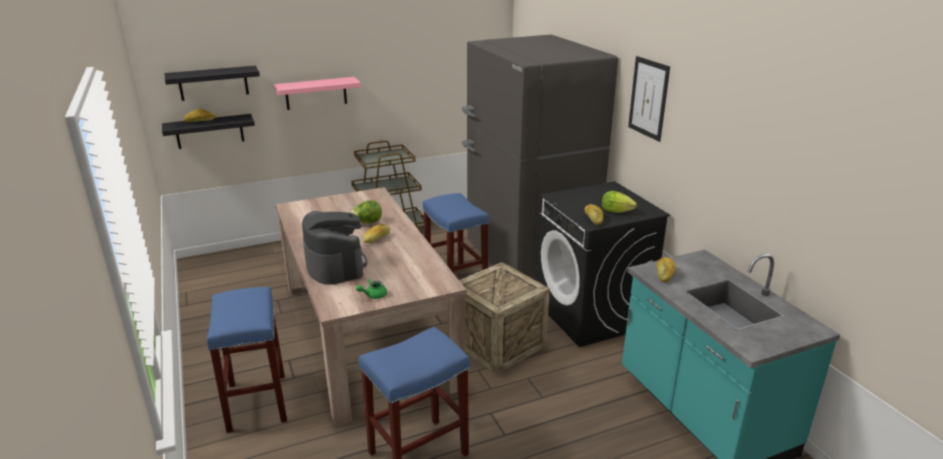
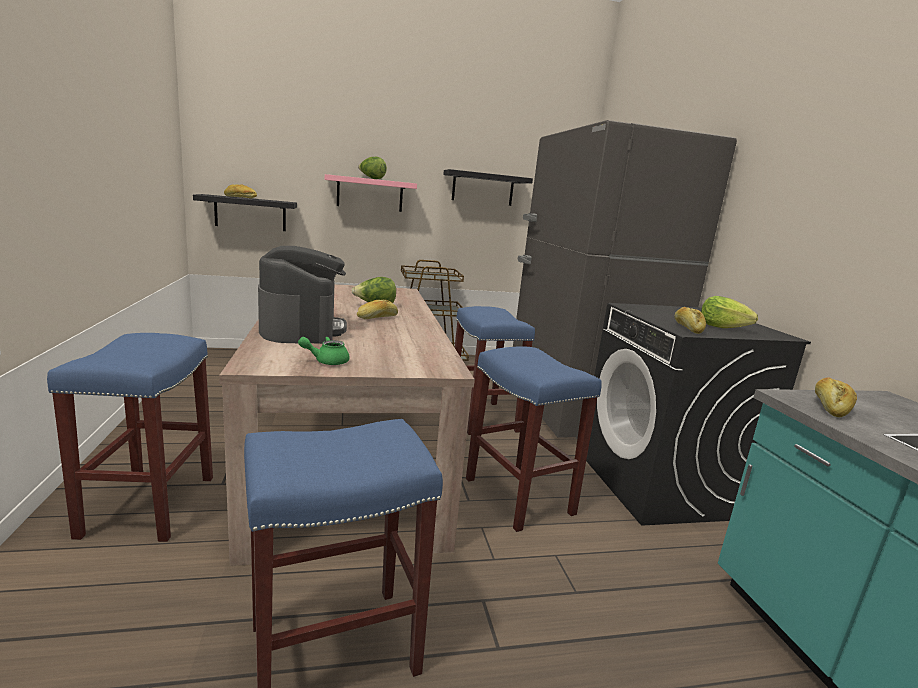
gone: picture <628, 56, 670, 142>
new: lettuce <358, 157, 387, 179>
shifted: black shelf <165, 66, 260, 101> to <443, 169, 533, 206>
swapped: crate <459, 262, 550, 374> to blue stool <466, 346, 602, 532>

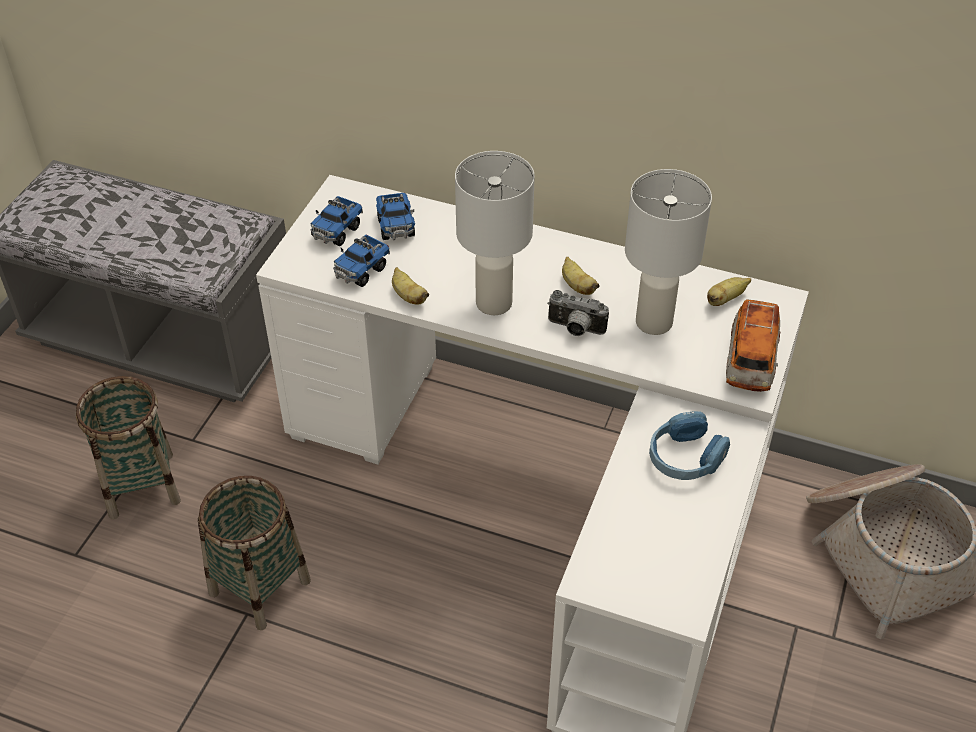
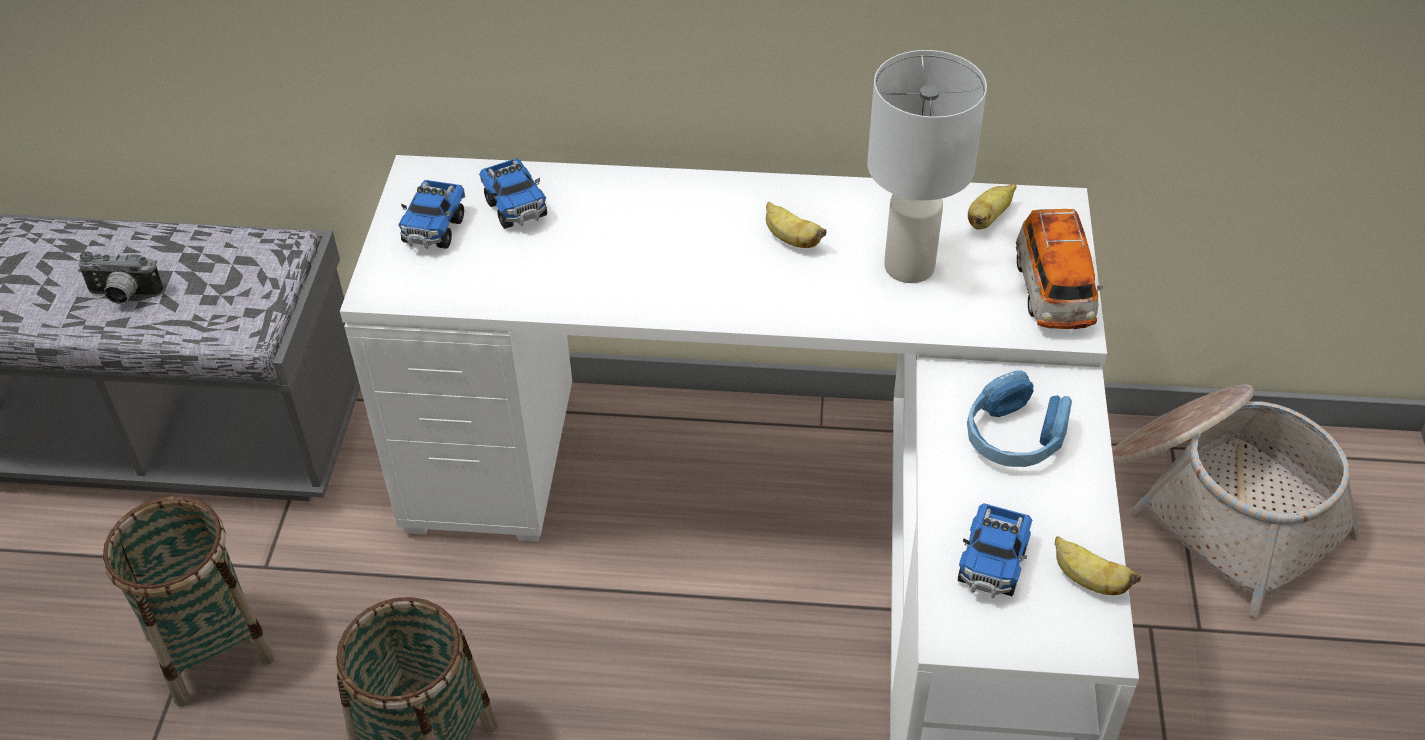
gone: white table lamp <455, 151, 535, 315>
shifted: toy truck <333, 235, 390, 287> to <958, 503, 1032, 598>; banana <392, 267, 429, 304> to <1055, 536, 1141, 595>; photo camera <548, 290, 609, 336> to <78, 251, 164, 304>

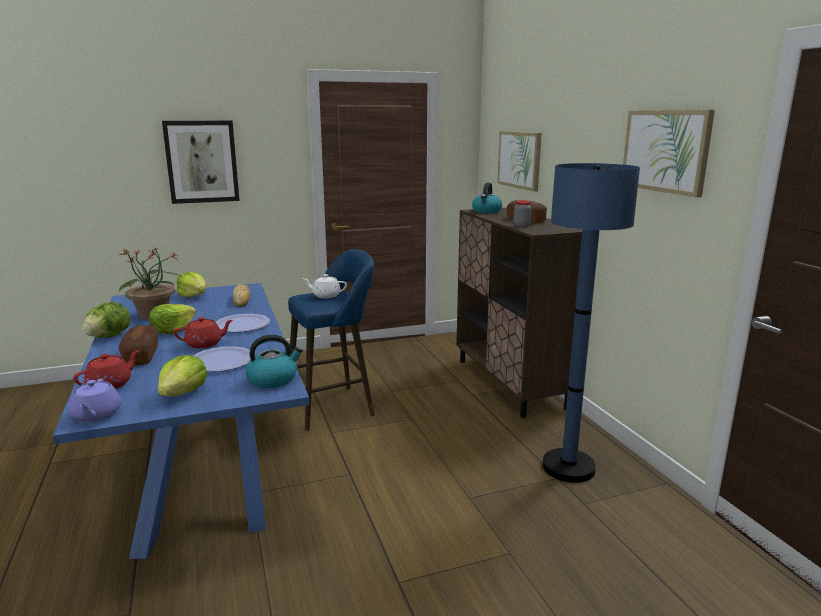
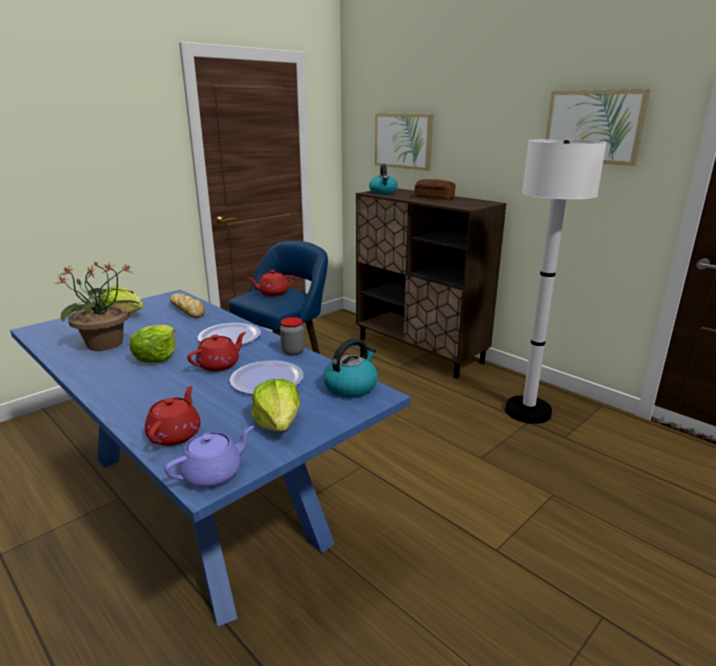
gone: lettuce <82, 302, 130, 338>; bread <119, 325, 158, 366>; picture <162, 121, 239, 204>
shifted: jar <513, 201, 531, 227> to <280, 317, 304, 355>
repainted: white teapot <302, 274, 347, 298> to red teapot <248, 270, 295, 296>; blue floor lamp <542, 163, 640, 483> to white floor lamp <505, 139, 606, 424>
rotated: purple teapot <68, 379, 121, 422> = <165, 426, 254, 488> 90 degrees counterclockwise

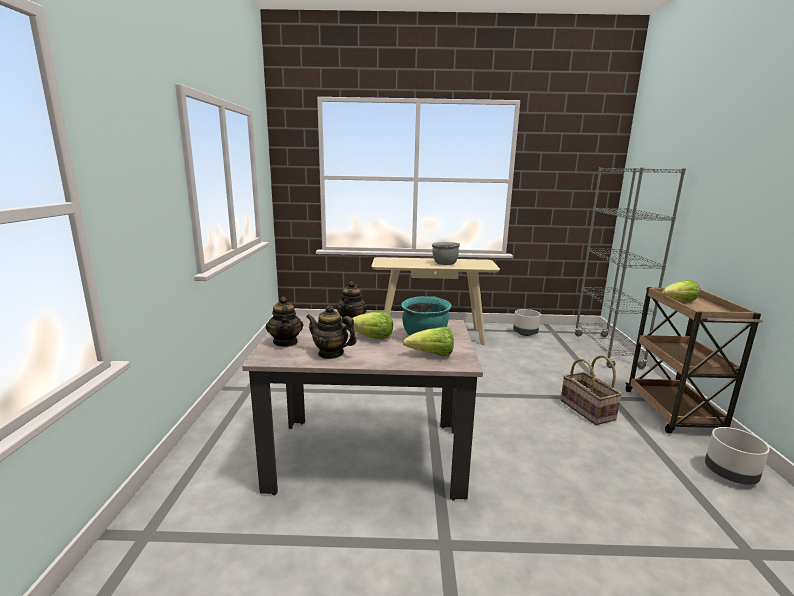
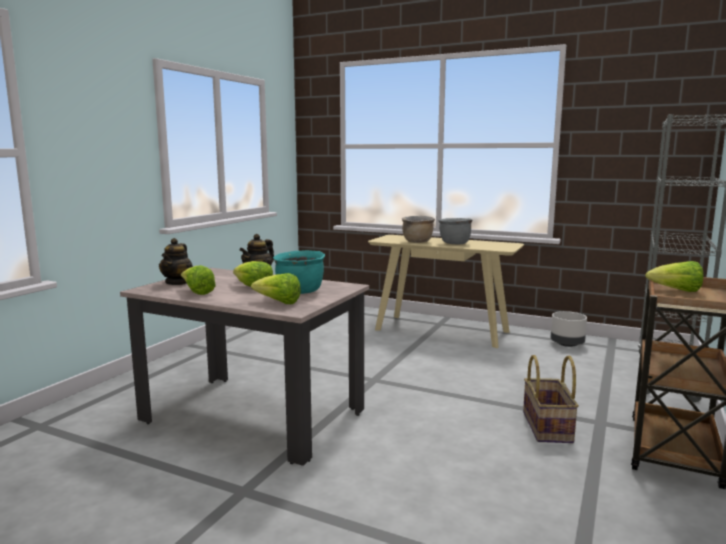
gone: grey planter <705, 427, 770, 485>
new: brown cooking pot <402, 216, 435, 243>
swapped: teapot <306, 305, 357, 359> to lettuce <181, 265, 216, 295>

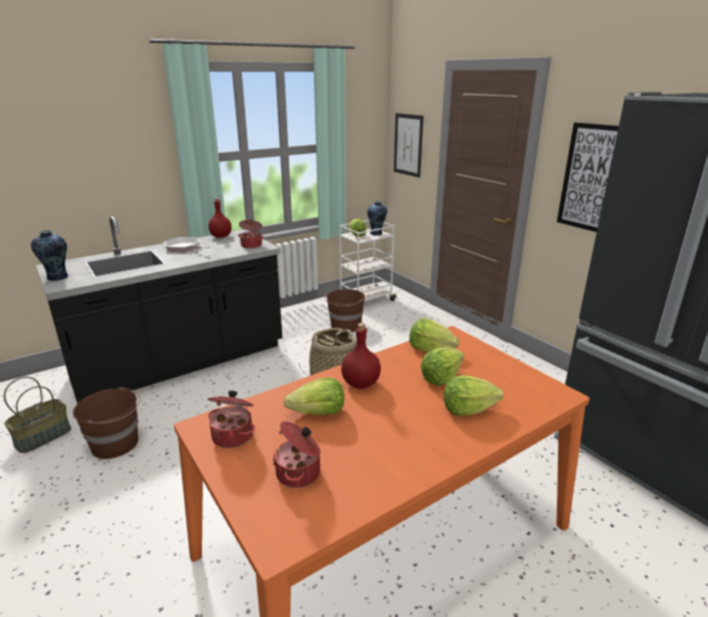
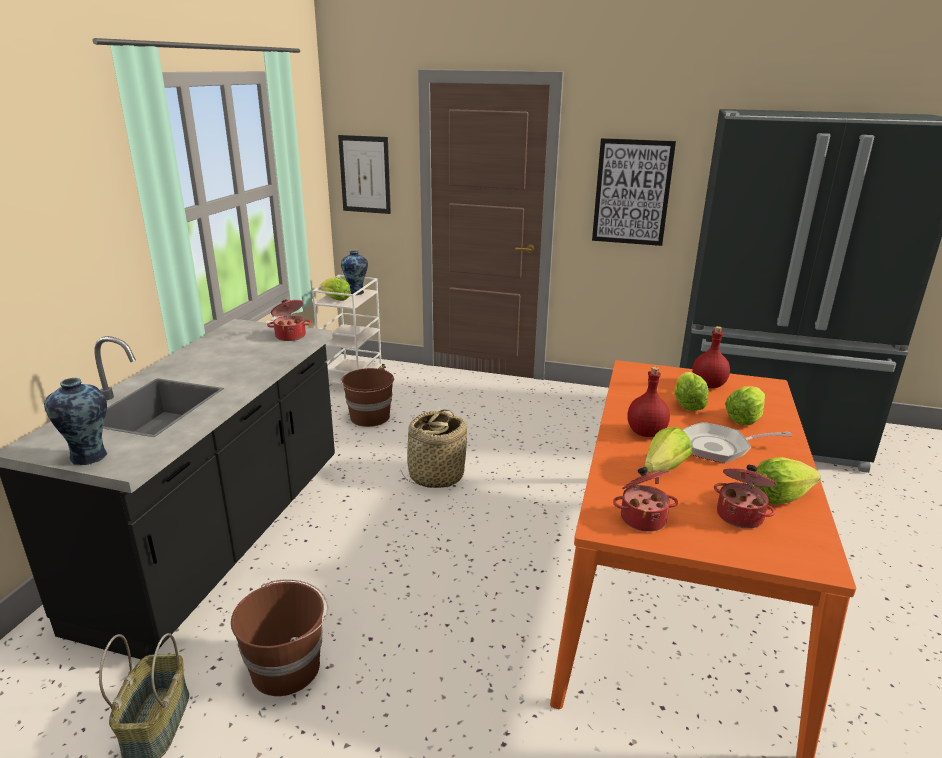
shifted: frying pan <164, 237, 210, 252> to <682, 422, 792, 463>; red bottle <208, 198, 231, 238> to <692, 326, 730, 388>; lettuce <409, 319, 459, 352> to <754, 457, 821, 504>

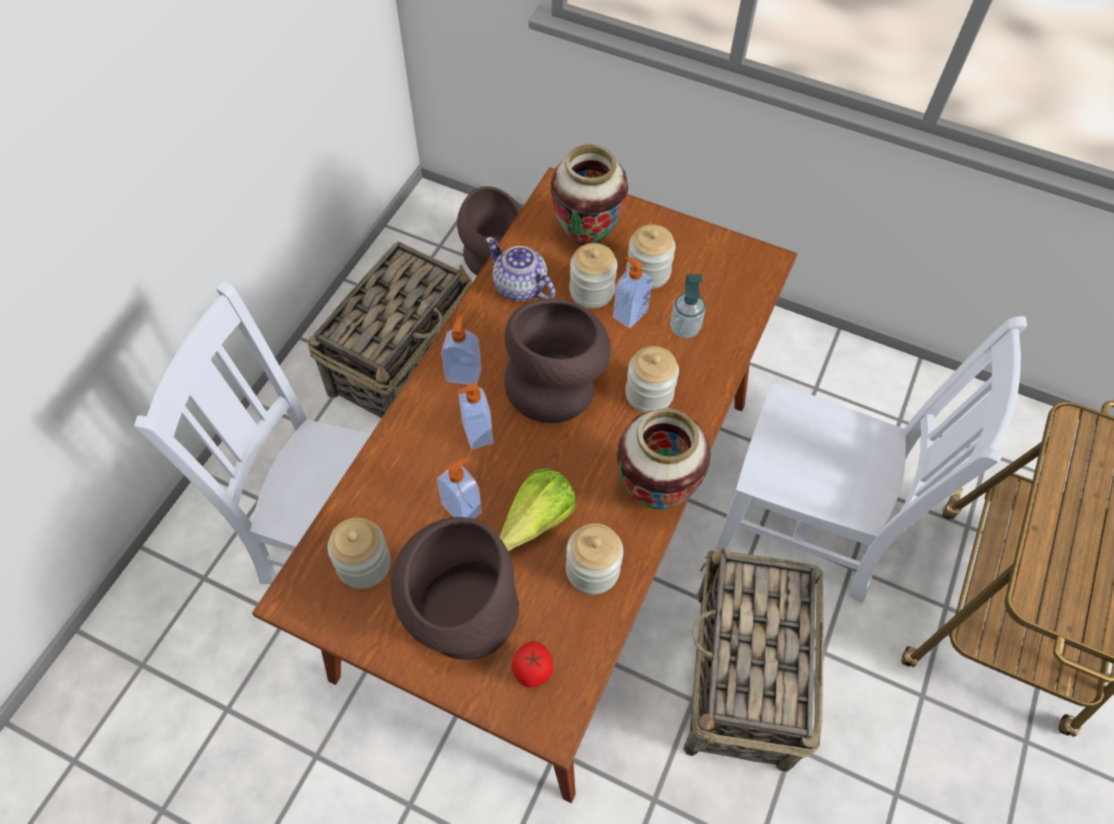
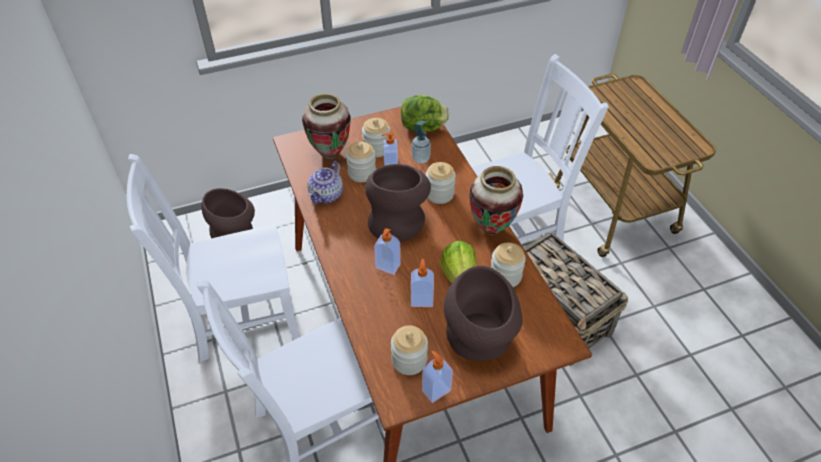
gone: tomato <511, 641, 553, 688>
new: lettuce <401, 95, 449, 132>
shifted: soap dispenser <441, 316, 482, 385> to <422, 351, 453, 403>
swapped: basket <307, 241, 472, 418> to white chair <127, 154, 299, 362>
rotated: teapot <486, 237, 555, 301> = <308, 161, 343, 204> 60 degrees counterclockwise

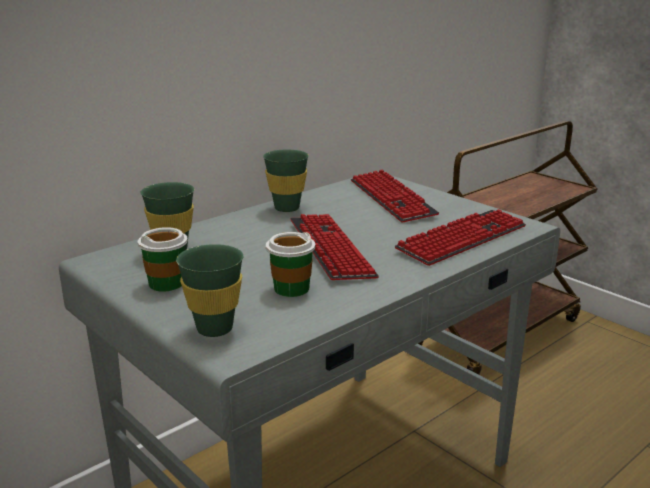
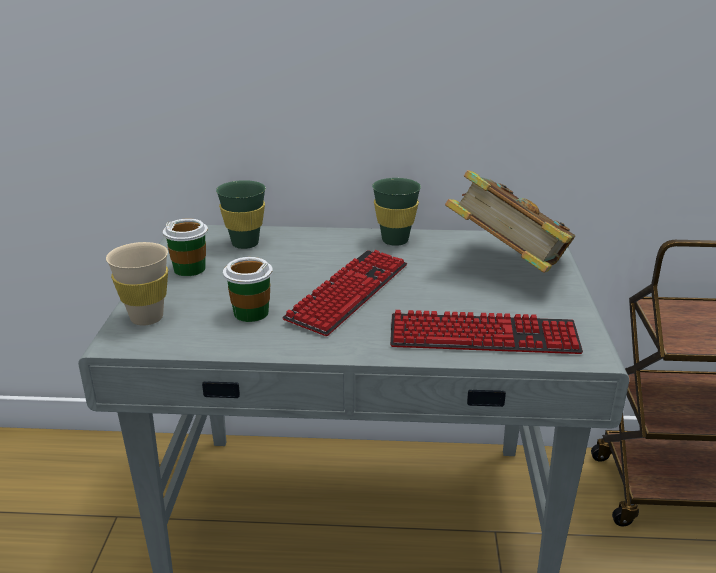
swapped: keyboard <351, 169, 439, 223> to book <445, 170, 575, 273>
repainted: green cup <176, 244, 243, 337> to beige cup <106, 242, 168, 325>

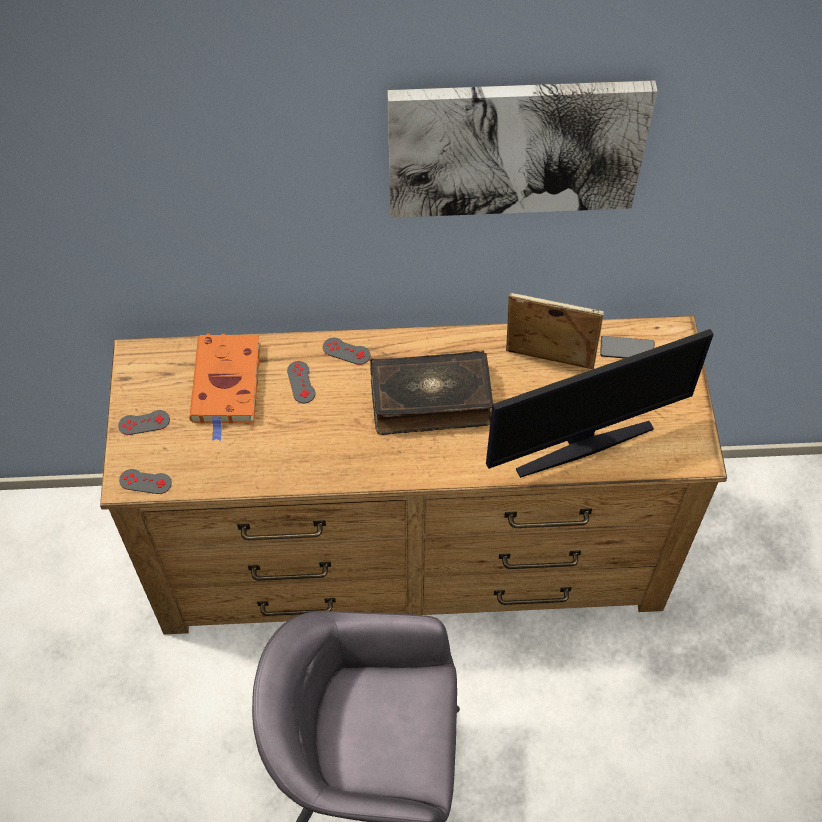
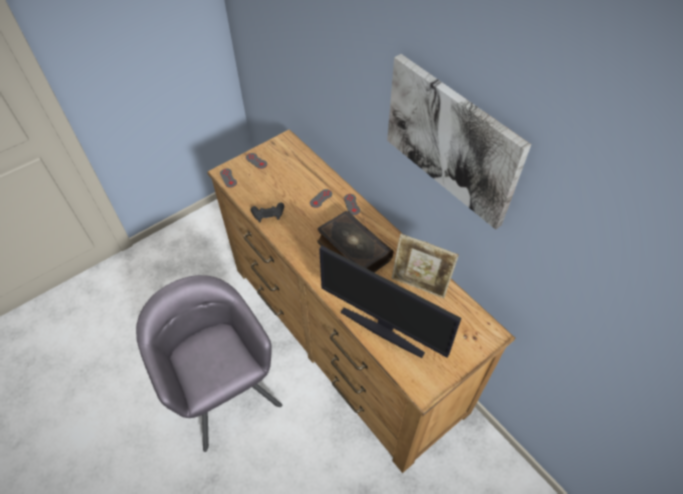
gone: orange book <189, 334, 260, 441>; phone <600, 336, 654, 359>
new: black game controller <251, 202, 284, 222>
rotated: picture frame <506, 293, 604, 369> = <392, 234, 459, 298> 135 degrees clockwise

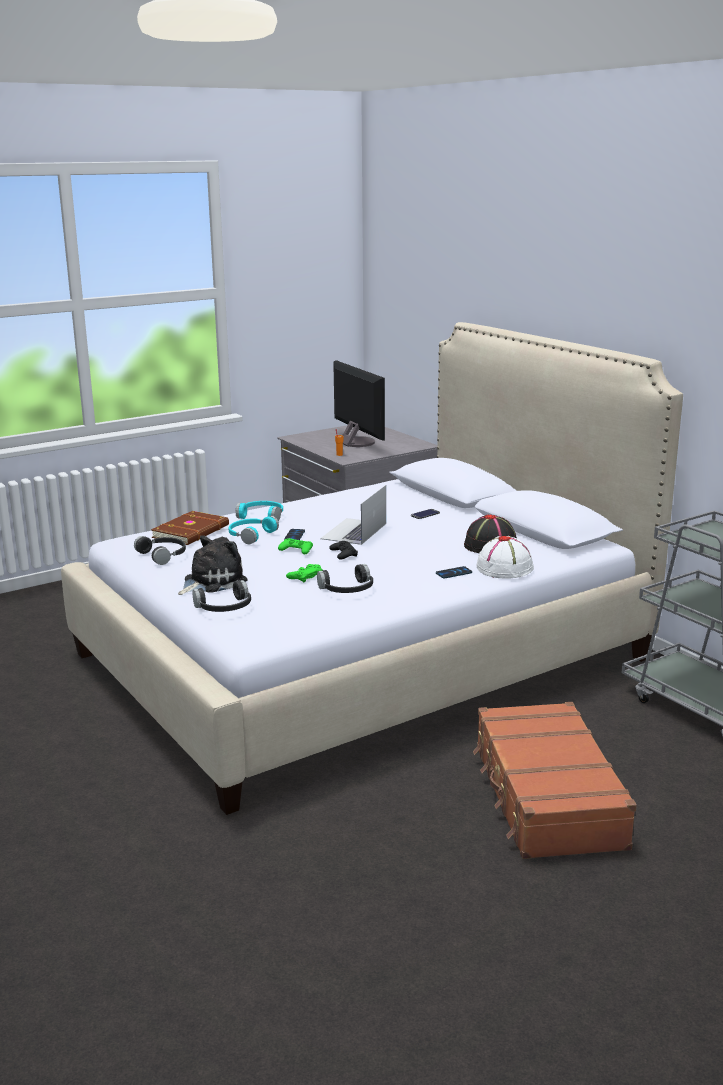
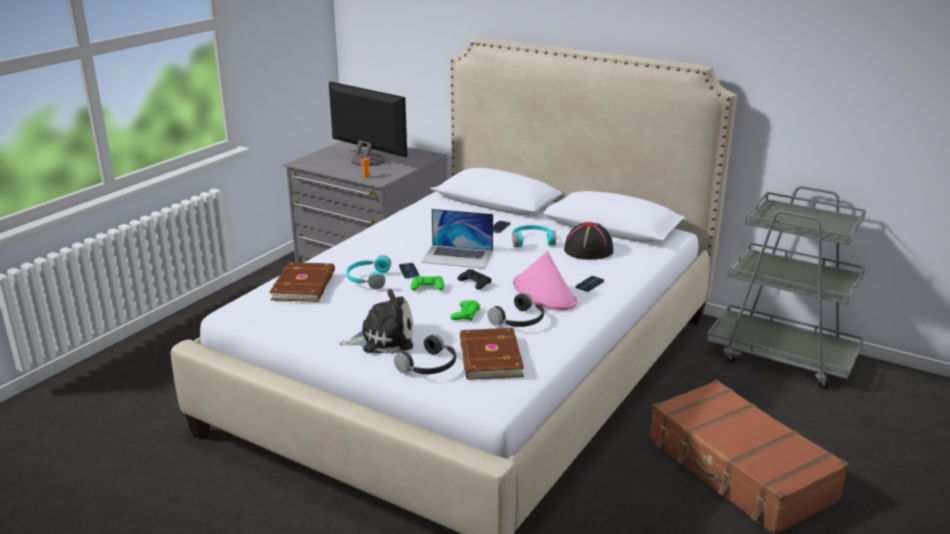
gone: black headphones <134, 536, 186, 565>; white hat <476, 536, 534, 579>
new: brown book <460, 328, 524, 380>; pink hat <513, 251, 577, 310>
shifted: turquoise headphones <236, 501, 283, 521> to <512, 225, 556, 247>
rotated: plush toy <178, 535, 248, 595> = <339, 289, 413, 354> 60 degrees clockwise; laptop <320, 485, 386, 545> = <421, 209, 493, 269> 75 degrees counterclockwise

